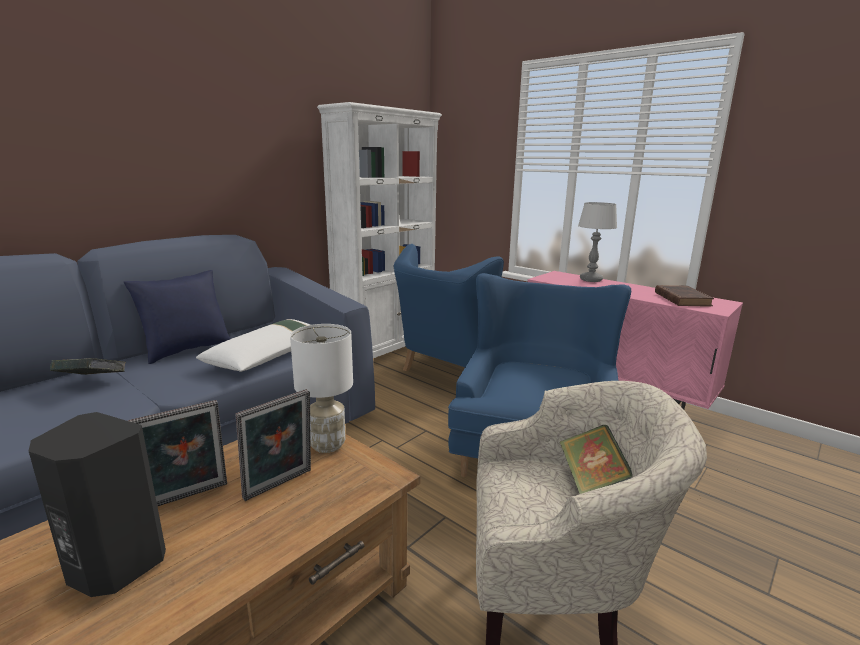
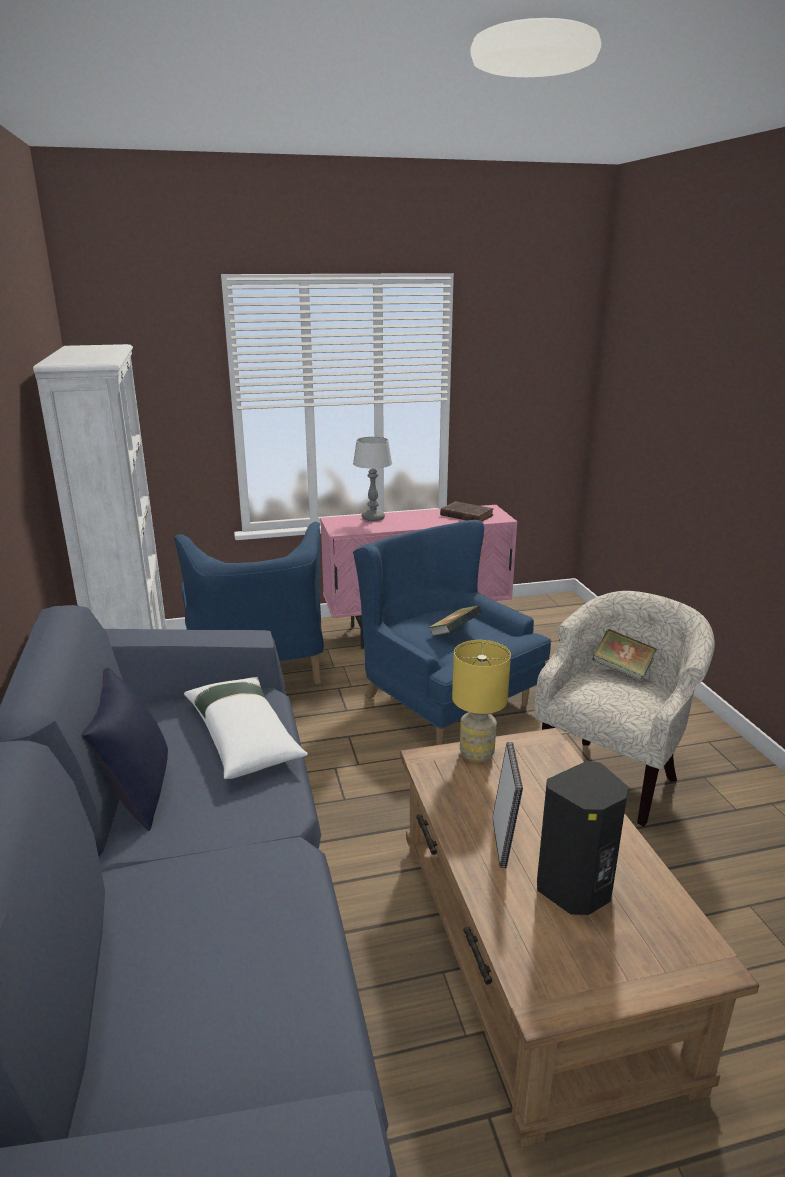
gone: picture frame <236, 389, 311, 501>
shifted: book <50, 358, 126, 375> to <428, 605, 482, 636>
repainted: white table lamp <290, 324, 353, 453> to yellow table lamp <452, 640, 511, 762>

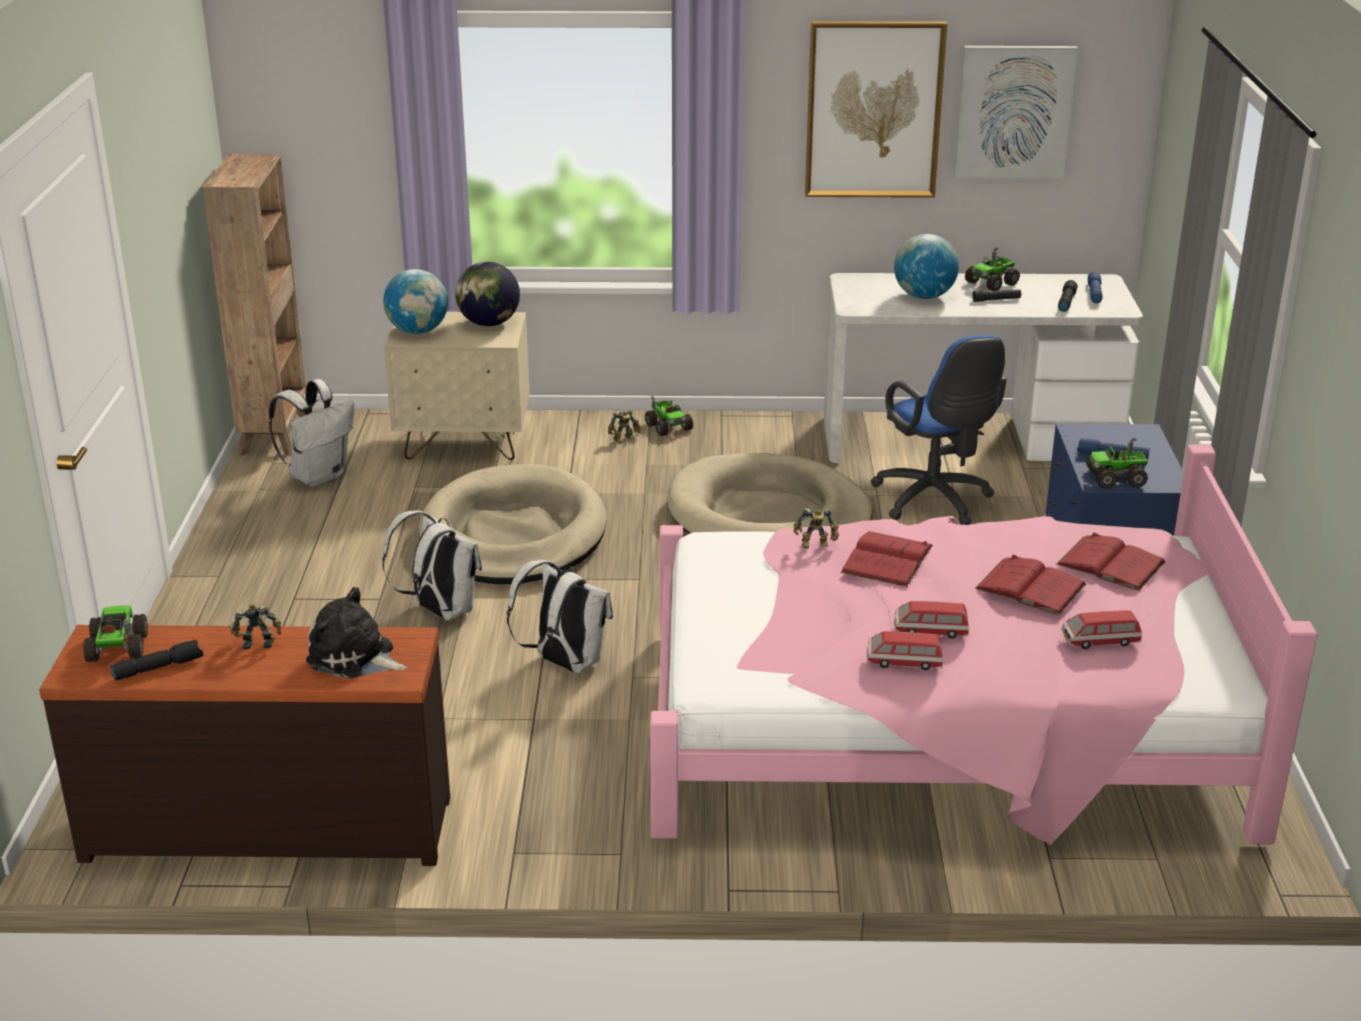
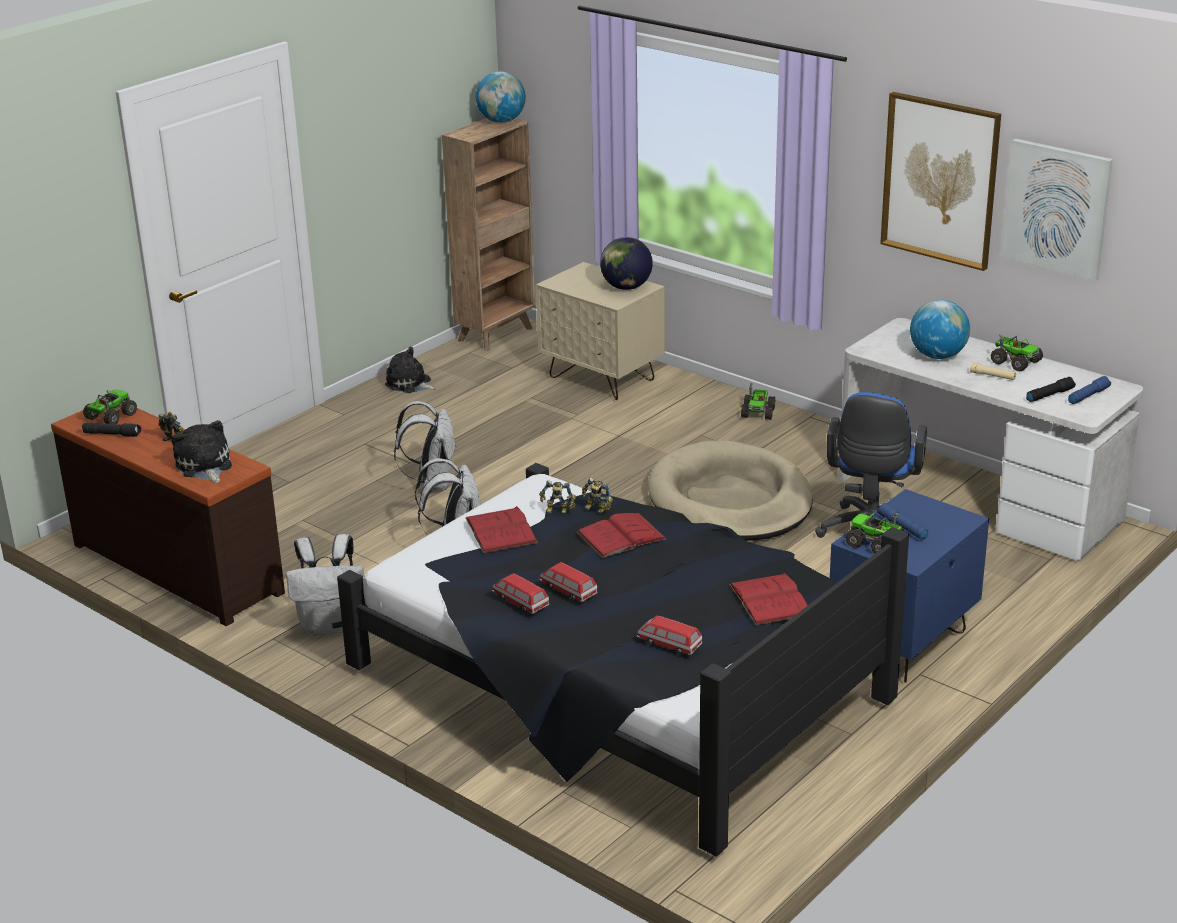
gone: beige dog bed <418, 464, 606, 584>
new: plush toy <385, 346, 438, 393>
shifted: white backpack <269, 379, 354, 487> to <286, 534, 364, 635>; globe <383, 269, 448, 334> to <476, 71, 526, 123>; toy robot <608, 410, 642, 443> to <539, 480, 576, 513>; red book <975, 555, 1087, 615> to <466, 506, 538, 553>
repainted: pink bed <650, 444, 1318, 845> to black bed <337, 463, 909, 856>; black flashlight <972, 289, 1021, 302> to beige flashlight <970, 363, 1016, 380>
rotated: toy truck <965, 247, 1020, 291> = <991, 334, 1043, 372> 135 degrees counterclockwise

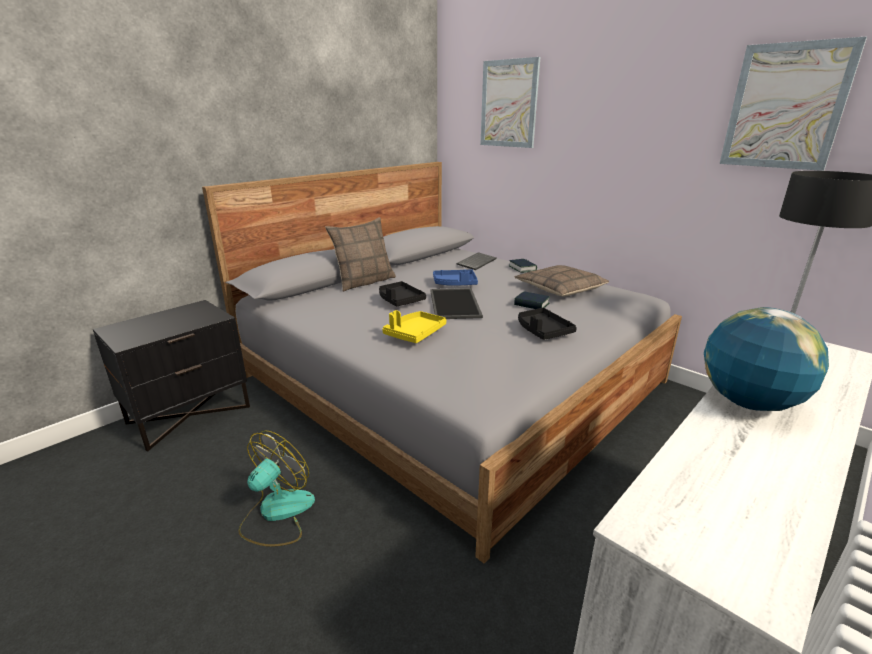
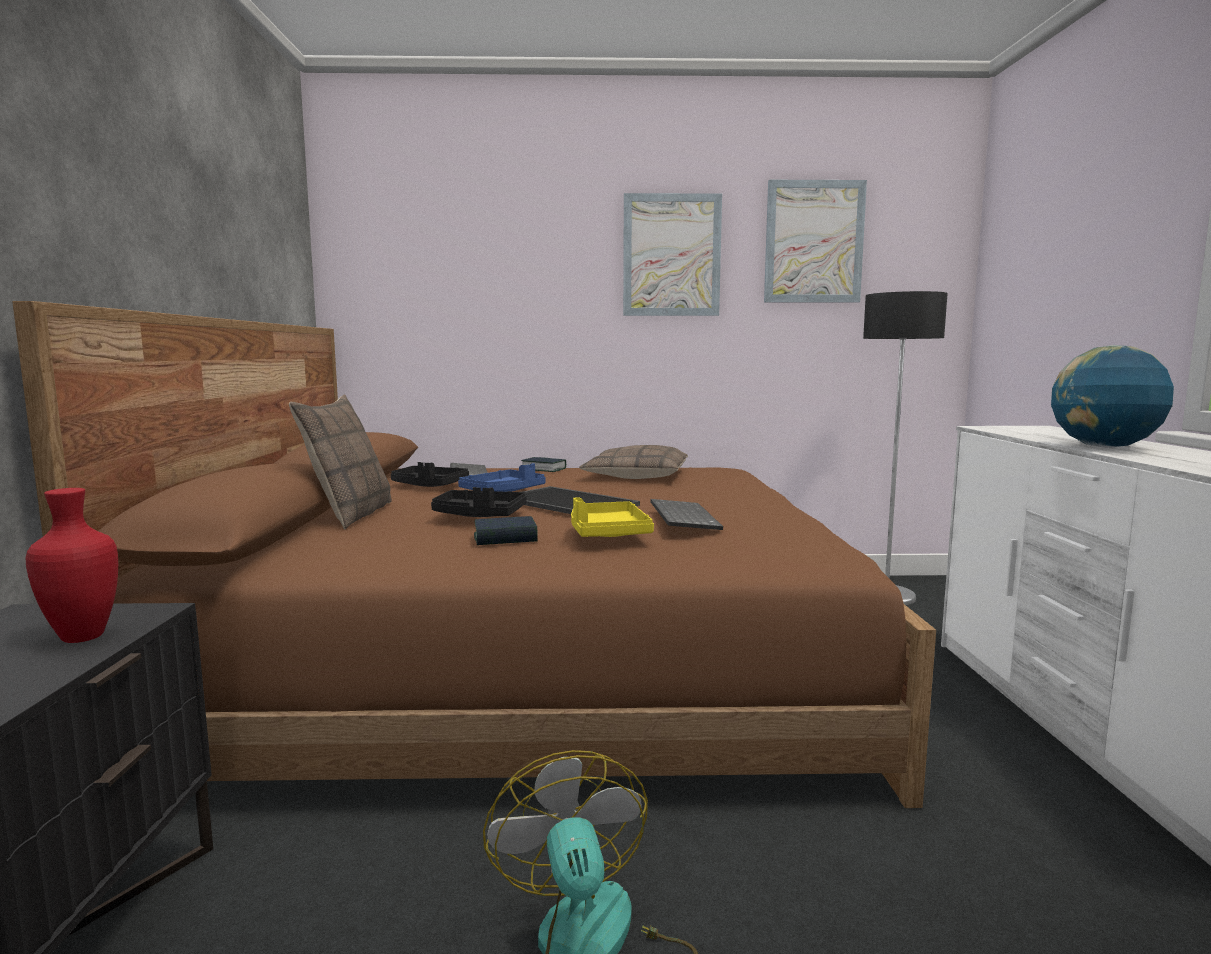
new: red vase <26, 488, 118, 643>; keyboard <650, 499, 723, 530>
shifted: picture <480, 57, 541, 148> to <623, 193, 722, 316>; book <514, 291, 550, 309> to <474, 516, 538, 545>; black tray <518, 308, 577, 340> to <391, 462, 469, 487>
repainted: grey bed <202, 162, 682, 563> to brown bed <12, 301, 936, 808>

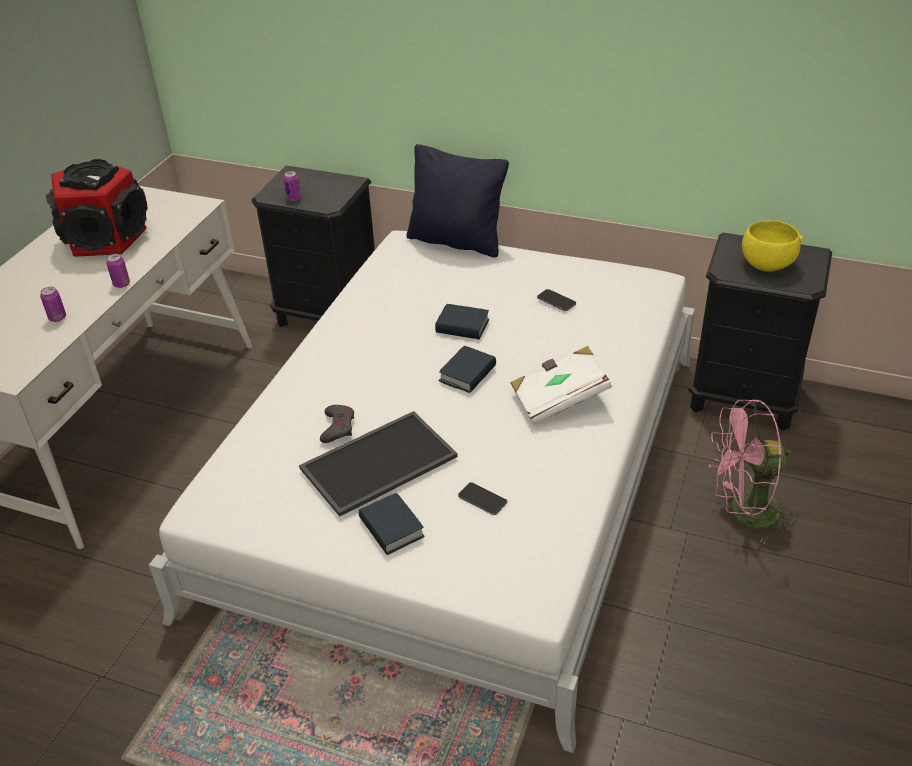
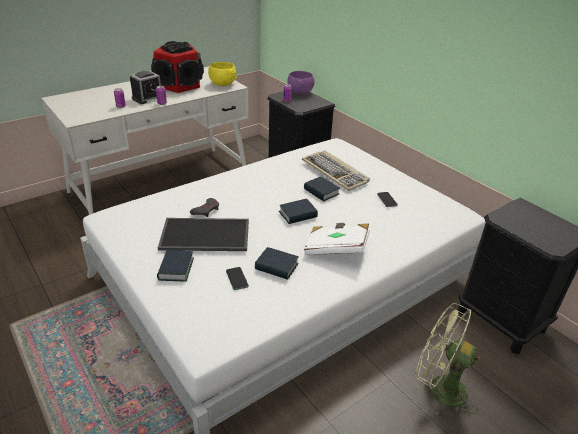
gone: black pillow <407, 144, 509, 257>
new: alarm clock <130, 70, 161, 104>; book <255, 247, 299, 280>; purple bowl <287, 71, 315, 95>; keyboard <302, 150, 370, 191>
shifted: yellow bowl <742, 220, 803, 272> to <208, 62, 237, 86>
repainted: pink fan <709, 399, 799, 543> to green fan <415, 303, 480, 420>

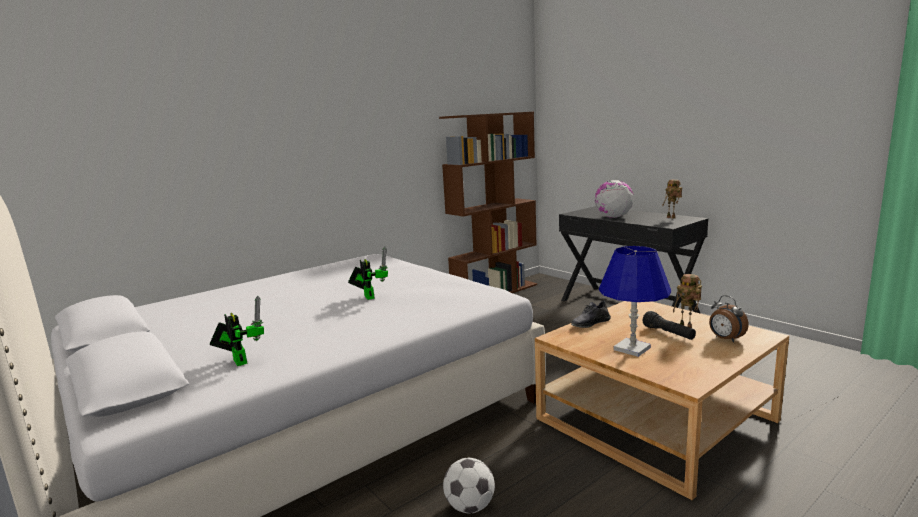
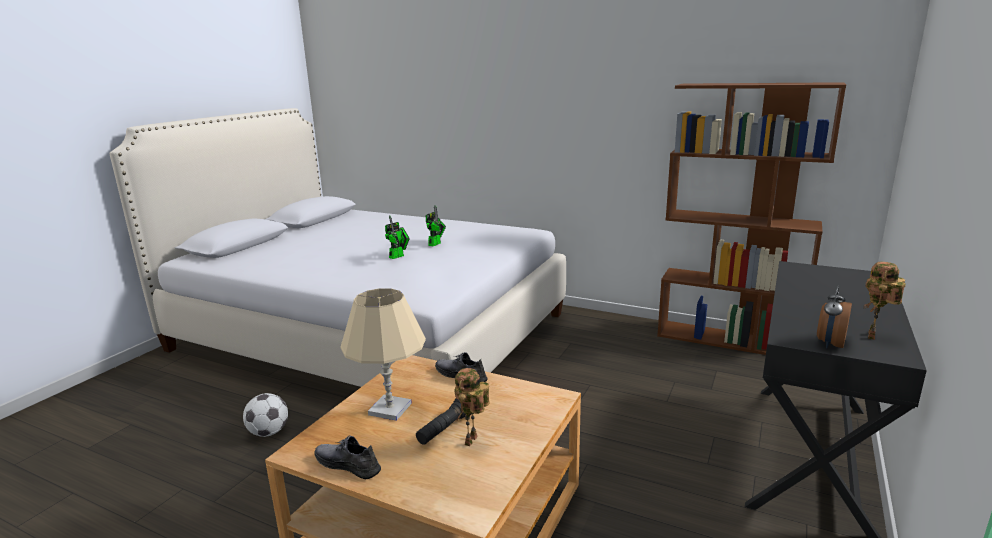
gone: globe <594, 180, 633, 218>
new: grey shoe <314, 435, 381, 479>
shifted: toy robot <210, 296, 264, 366> to <426, 205, 446, 246>; alarm clock <709, 295, 749, 342> to <817, 285, 852, 348>
repainted: blue table lamp <599, 246, 671, 357> to beige table lamp <341, 288, 426, 421>

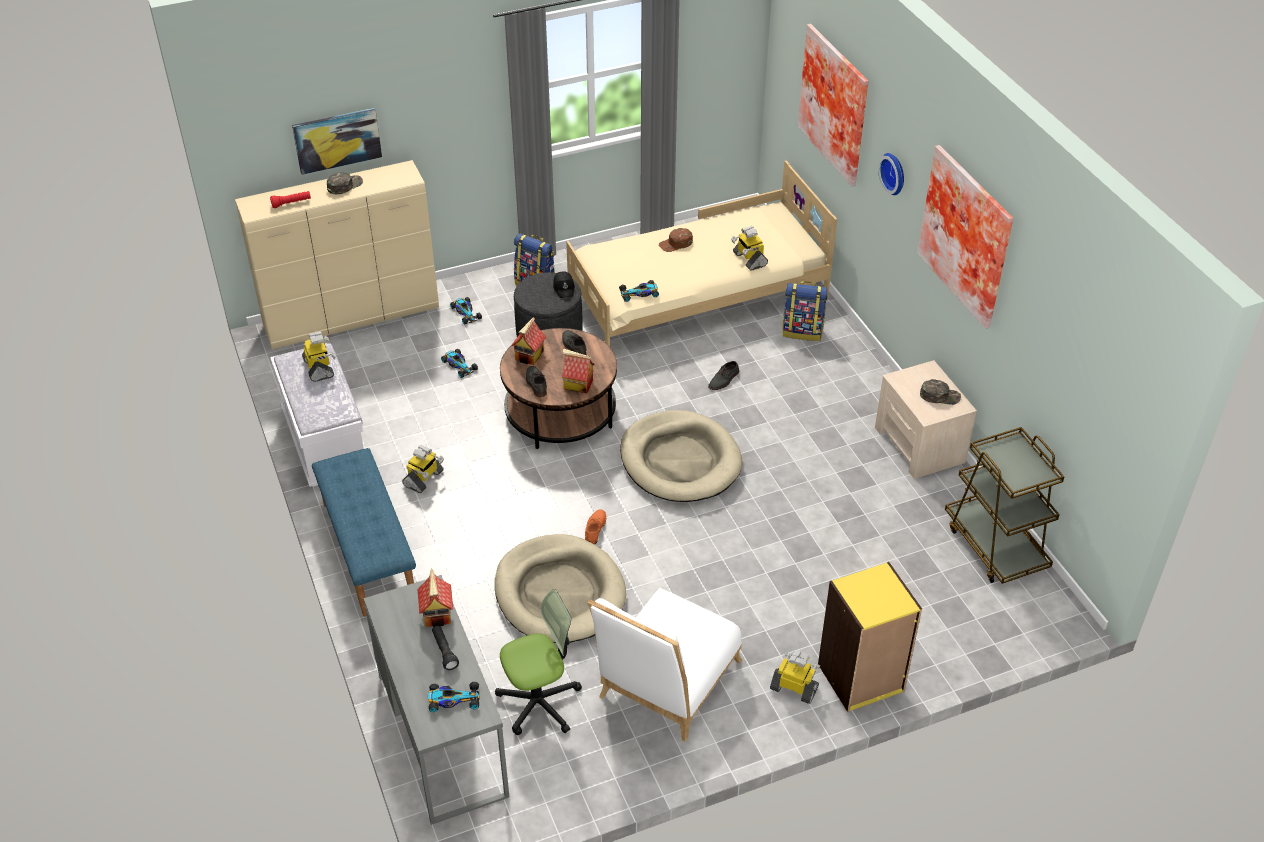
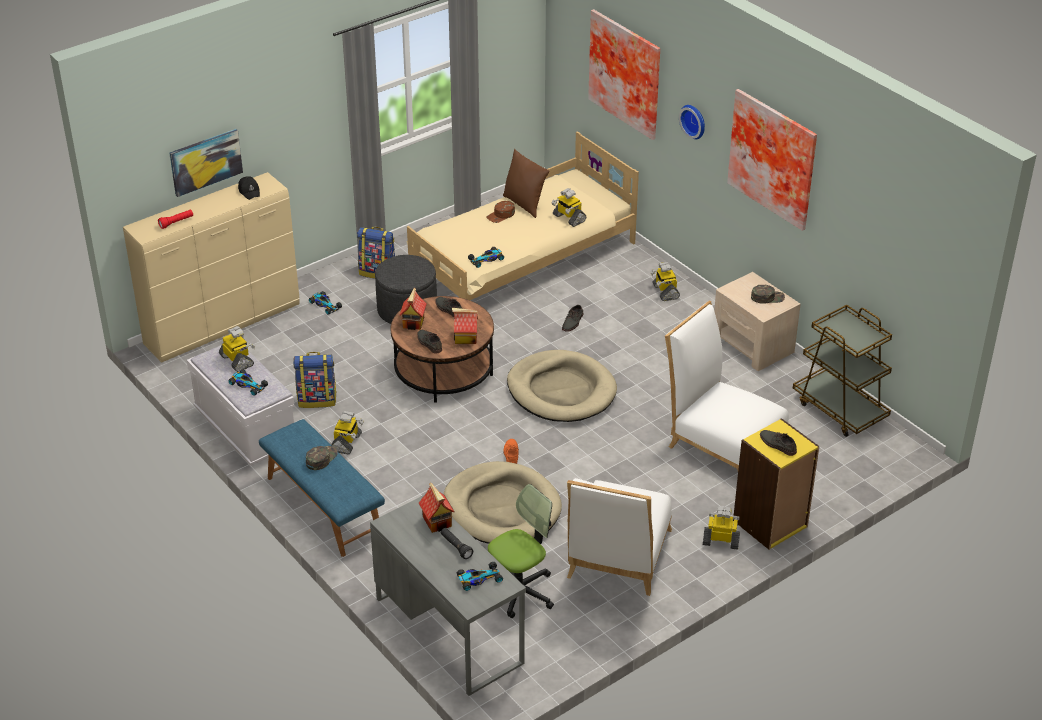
new: brown pillow <503, 149, 549, 218>; toy robot <650, 262, 680, 301>; white chair <665, 301, 789, 470>; grey shoe <760, 430, 797, 456>
shifted: green cap <327, 172, 363, 194> to <306, 446, 338, 470>; toy car <441, 349, 478, 378> to <228, 369, 268, 396>; black cap <553, 271, 575, 298> to <238, 176, 260, 200>; backpack <783, 281, 828, 341> to <293, 352, 336, 408>

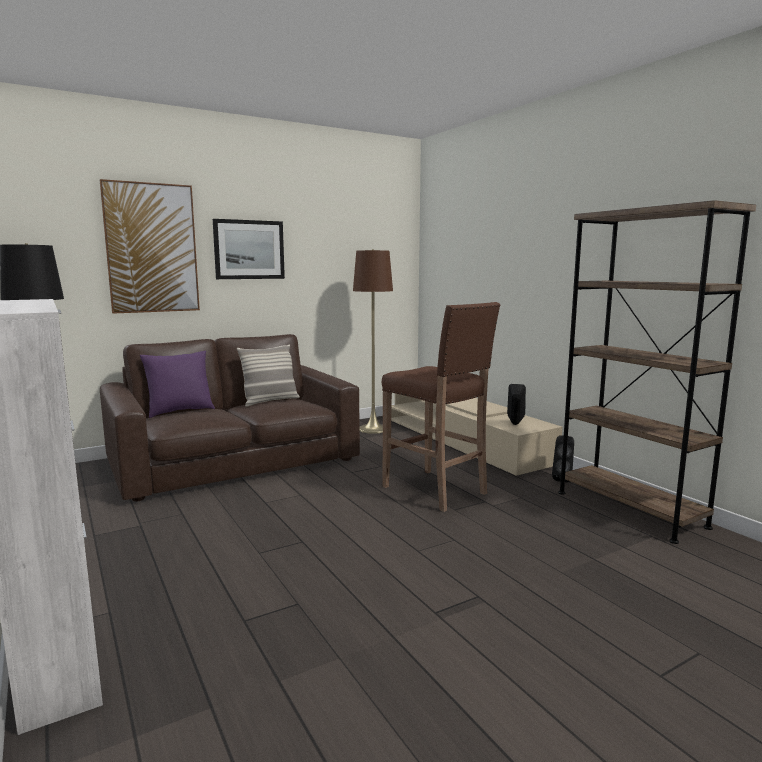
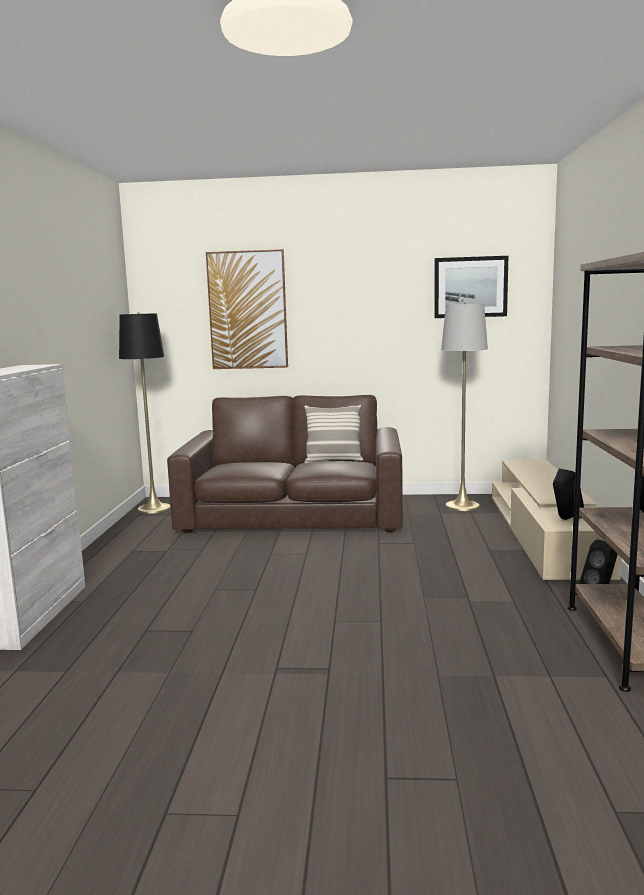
gone: purple pillow <140, 351, 215, 418>; brown stool <382, 302, 500, 512>
shifted: picture <213, 219, 285, 279> to <434, 256, 508, 318>
repainted: brown floor lamp <353, 249, 393, 434> to grey floor lamp <441, 303, 488, 511>

